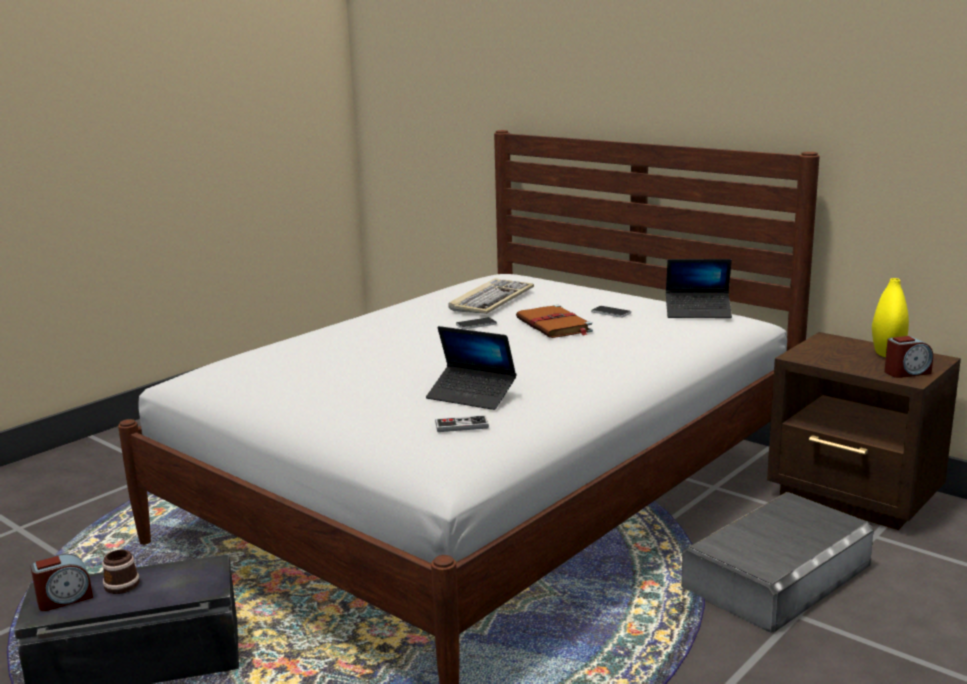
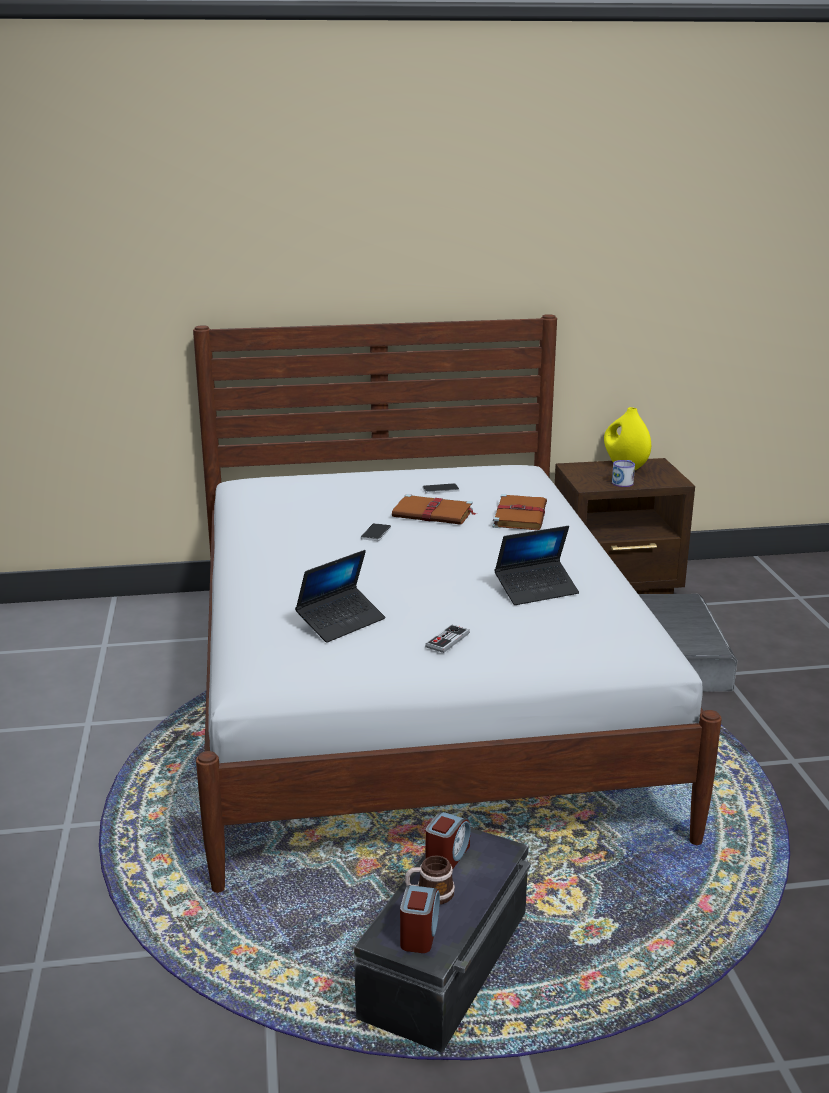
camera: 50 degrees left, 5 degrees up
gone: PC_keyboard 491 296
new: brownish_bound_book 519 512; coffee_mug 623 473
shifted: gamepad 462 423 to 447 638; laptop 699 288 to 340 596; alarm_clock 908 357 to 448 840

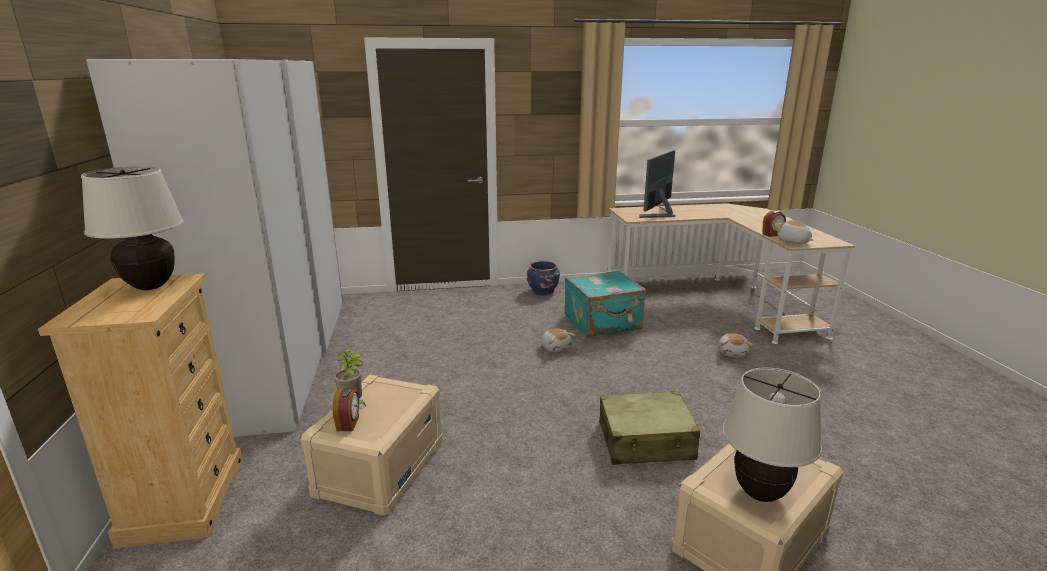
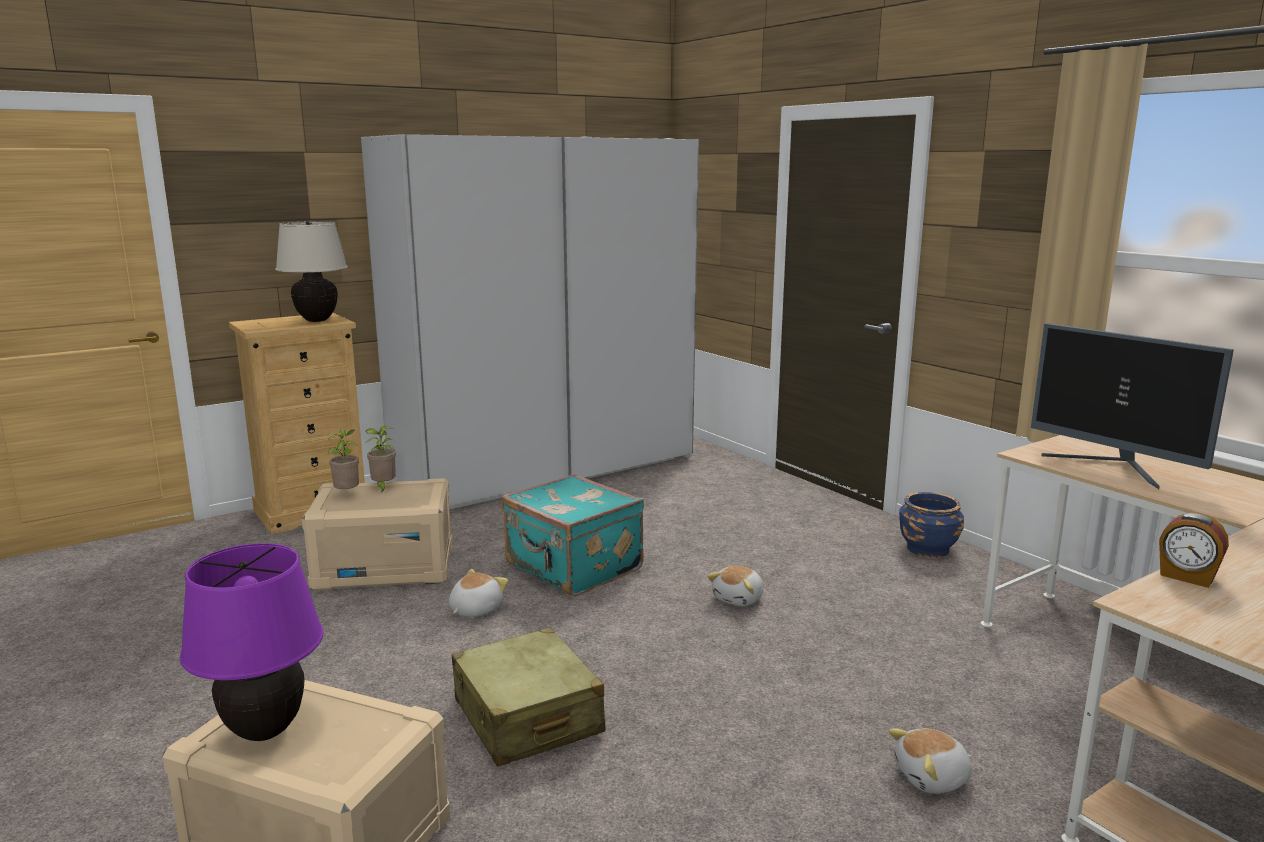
camera: 65 degrees right, 5 degrees down
shifted: turquoise-coloured_suitcase 605 303 to 572 535; soft_toy 794 232 to 478 593
swapped: alarm_clock 345 409 to houseplant 343 459
repainted: beige-coloured_table_lamp 772 435 to purple_table_lamp 251 642
rotated: computer_display 657 184 = 1132 406 135 degrees counterclockwise

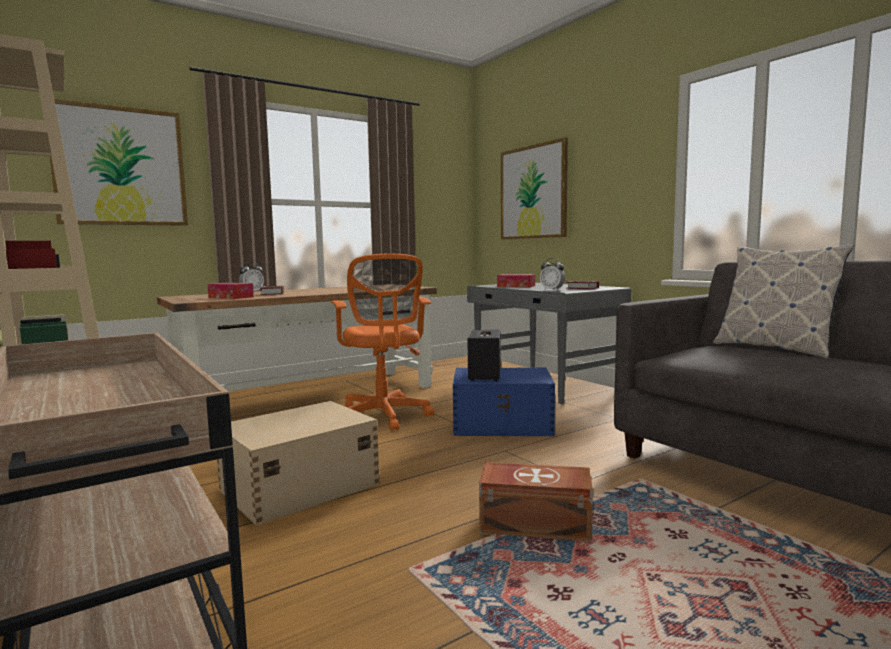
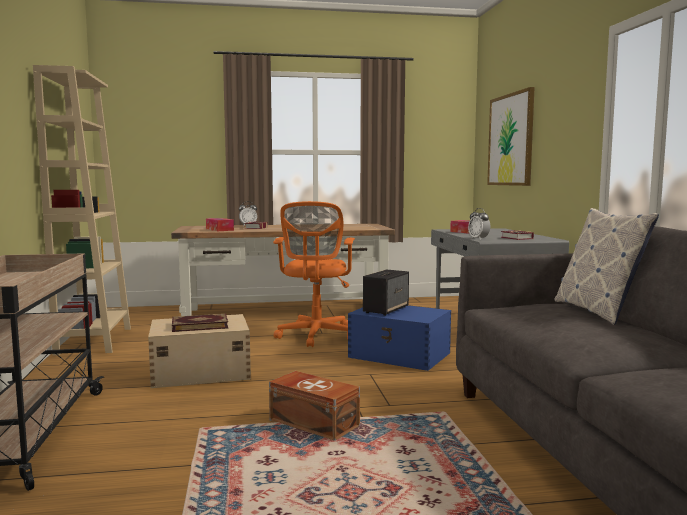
camera: 25 degrees right, 0 degrees up
gone: wall_picture 118 162
new: bound_book 200 323

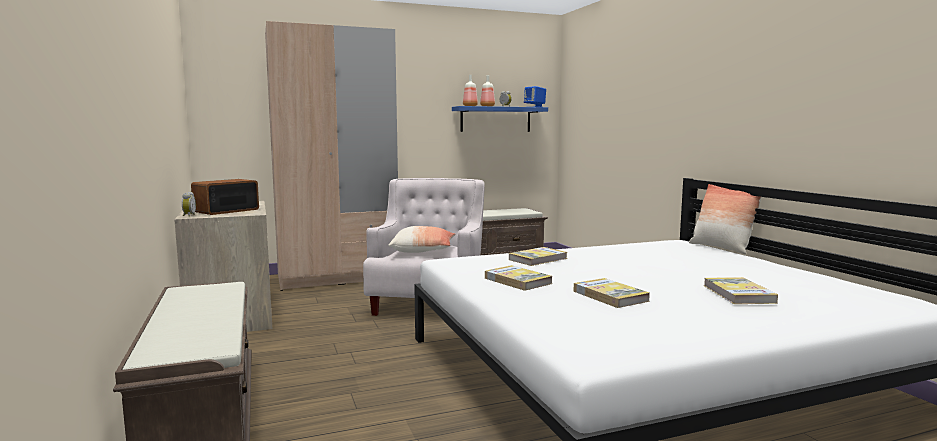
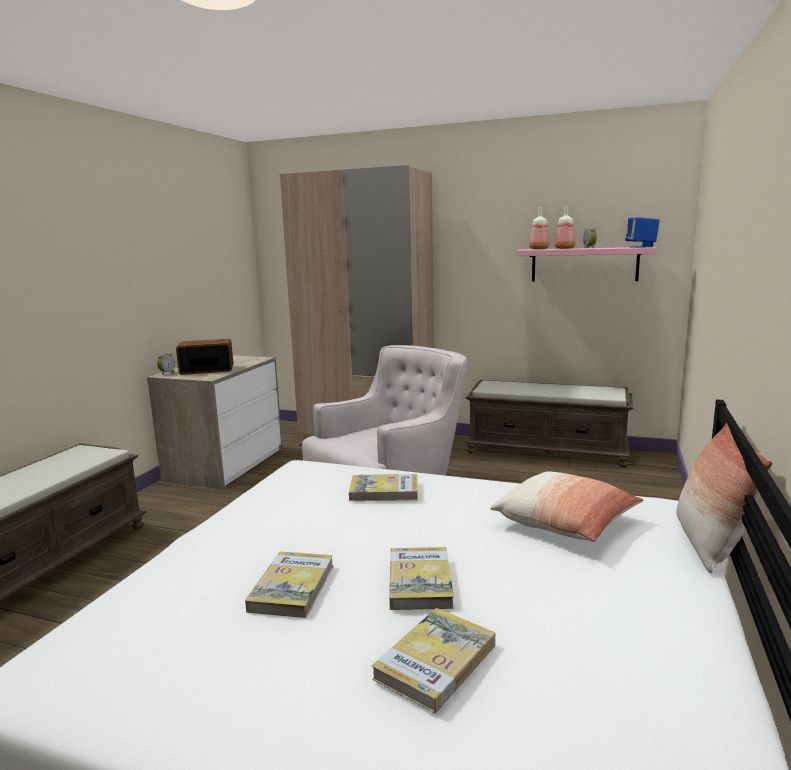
camera: 40 degrees right, 5 degrees up
shifted: cushion 422 239 to 567 506; bound_book 518 278 to 421 578
repainted: bluish_wall_shelf 500 119 to pink_wall_shelf 586 264

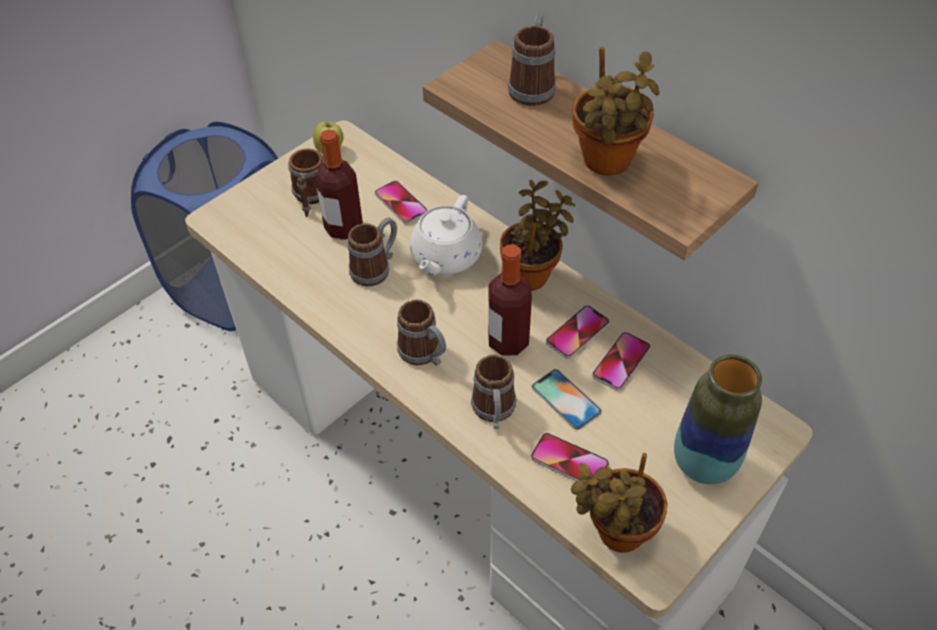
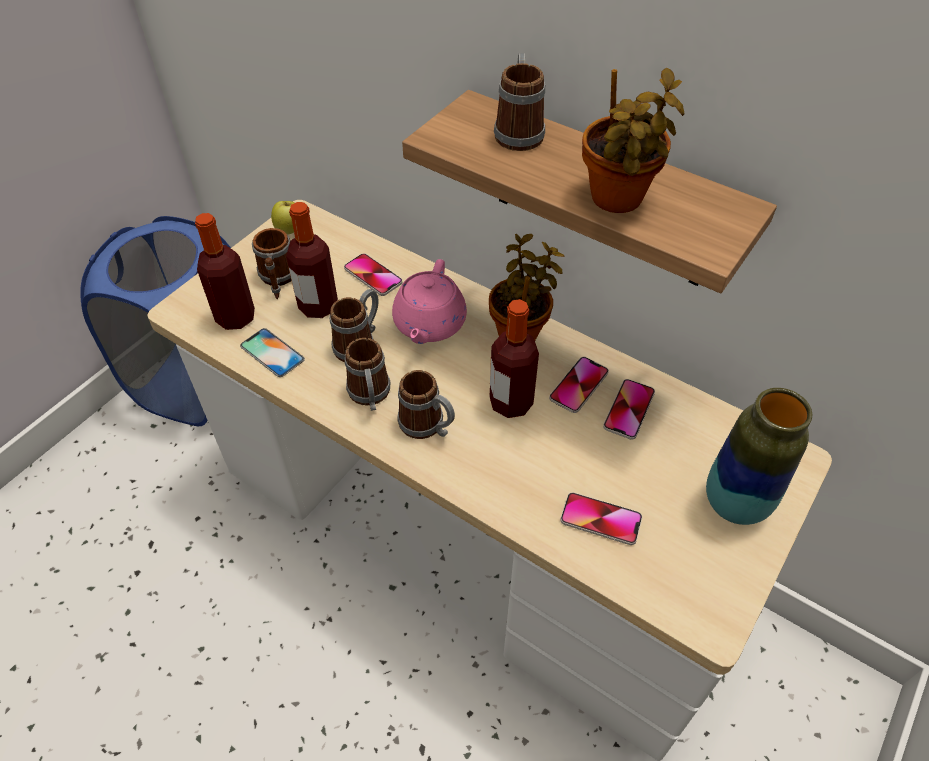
camera: 10 degrees left, 0 degrees up
gone: houseplant 619 503
new: drink_bottle 225 271
shifted: coffee_mug 493 391 to 367 374; handset 567 399 to 272 352
repainted: white-coloured_tea_pot 446 235 to pink_tea_pot 429 301

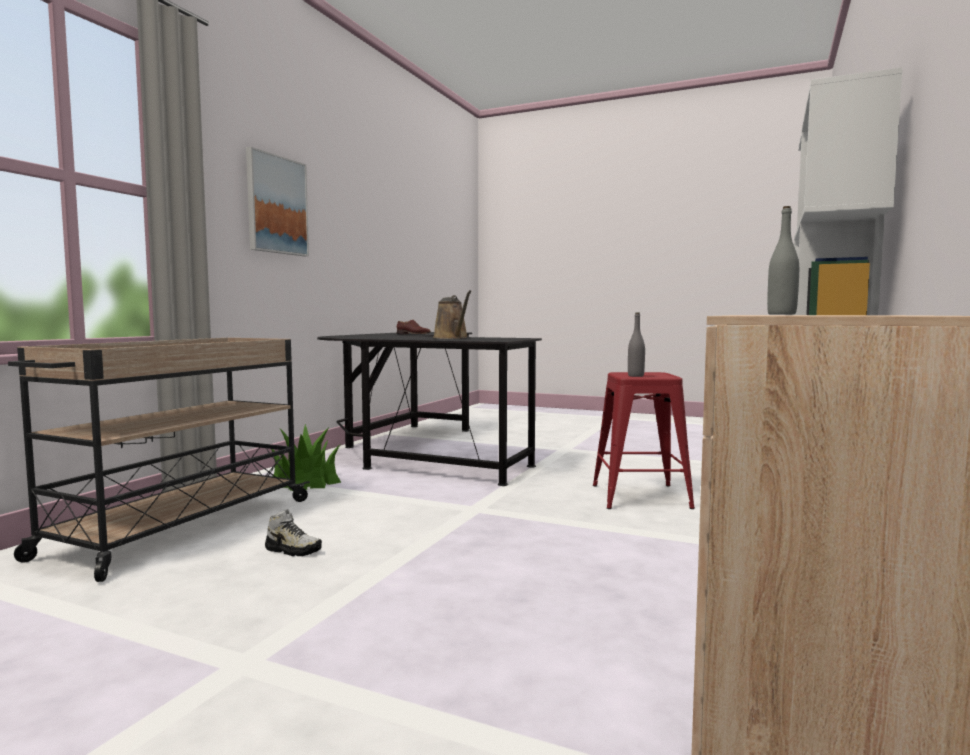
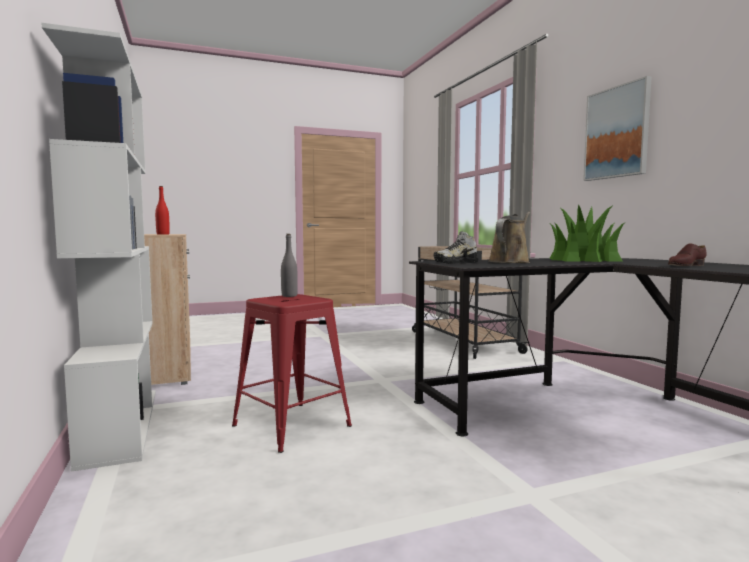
camera: 135 degrees right, 0 degrees up
shifted: item_of_footwear 293 532 to 456 247; houseplant 306 457 to 586 233
repainted: grey_drink_bottle 783 260 to red-coloured_drink_bottle 162 210
rotated: brownish_sprinkling_can 452 314 = 509 237 105 degrees clockwise

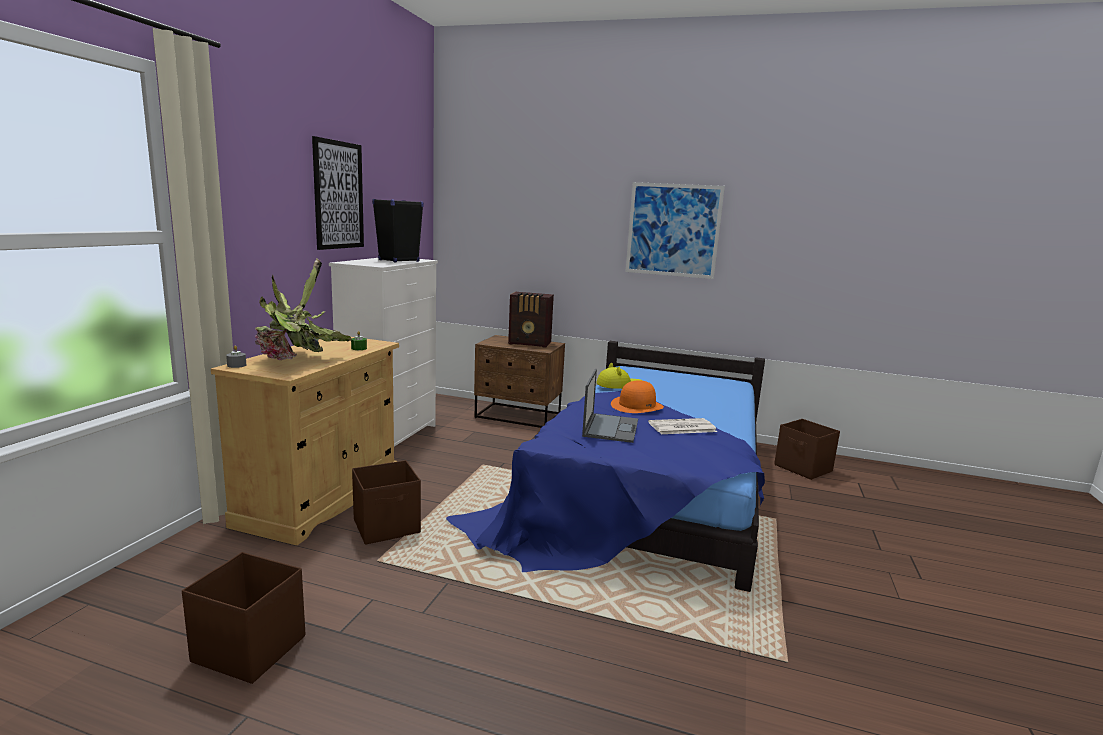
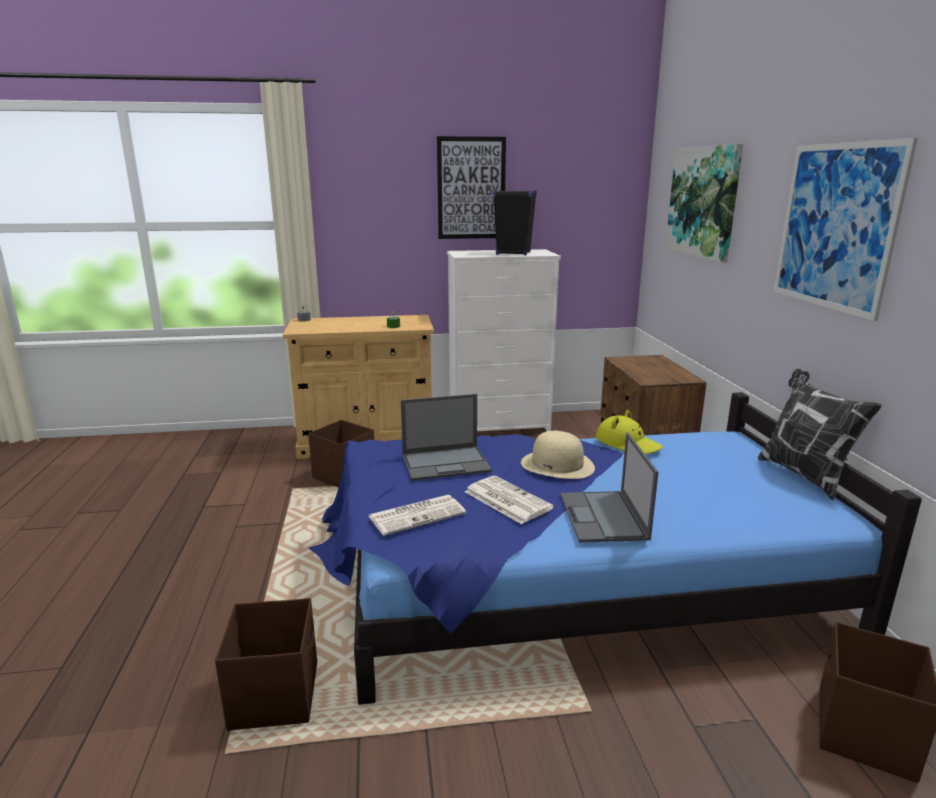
camera: 65 degrees right, 5 degrees up
gone: houseplant 303 309; radio_set 531 320
new: newspaper 417 515; laptop 609 487; wall_picture 704 203; cushion 820 434
shifted: brownish_storage_bin 243 618 to 266 664
repainted: orange_clothing_hat 637 397 to beige-coloured_clothing_hat 558 455

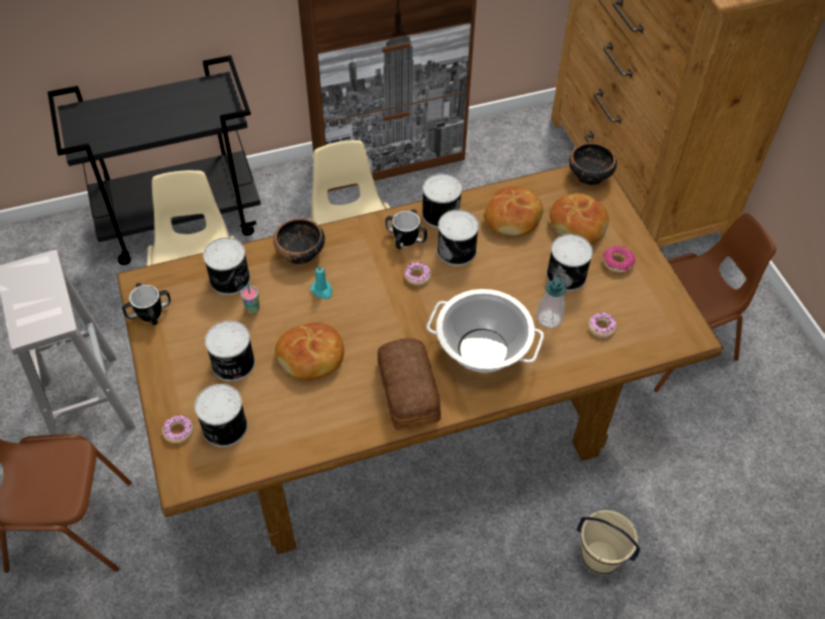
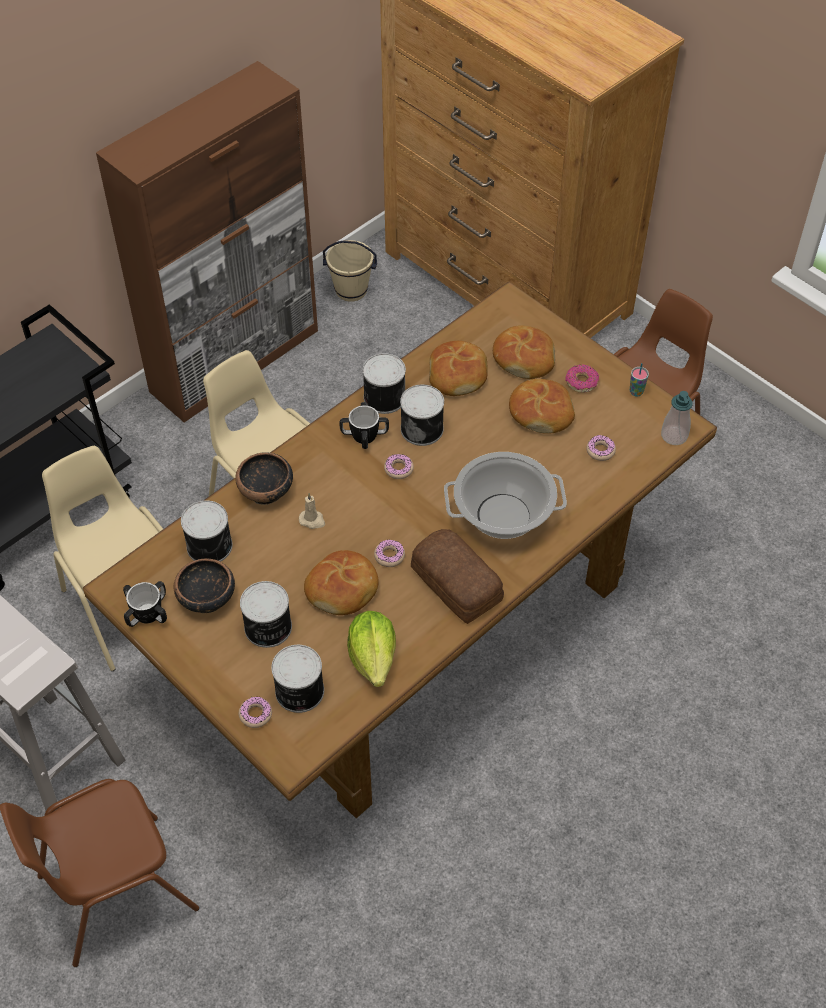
camera: 25 degrees left, 0 degrees up
new: lettuce_head 371 649; doughnut 389 553
shifted: small_cup 250 298 to 639 380; liquid_soap_bottle 551 302 to 677 418; deep_dish 593 164 to 204 585; beige-coloured_water_bucket 608 542 to 350 271
swapped: metal_can 569 262 to bakery_bread 542 406
repainted: turquoise-coloured_wax_candle 321 282 to beige-coloured_wax_candle 312 511

